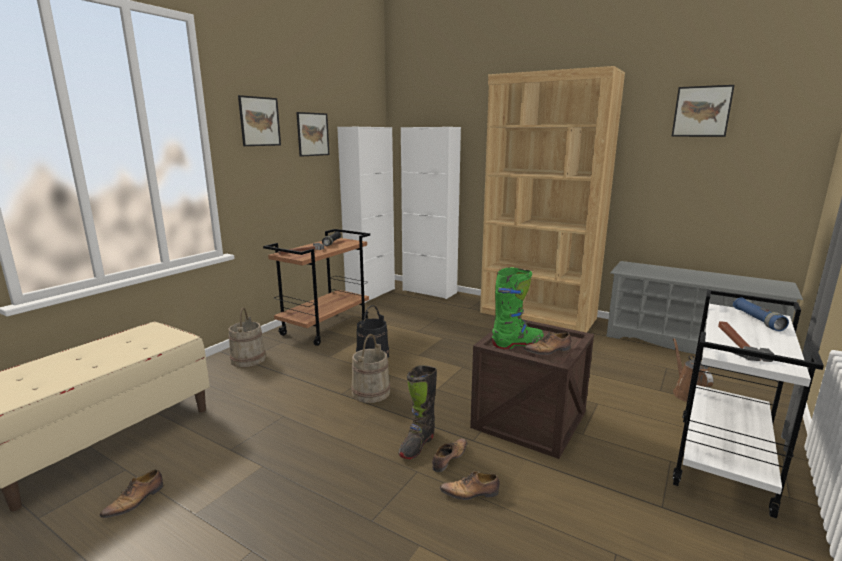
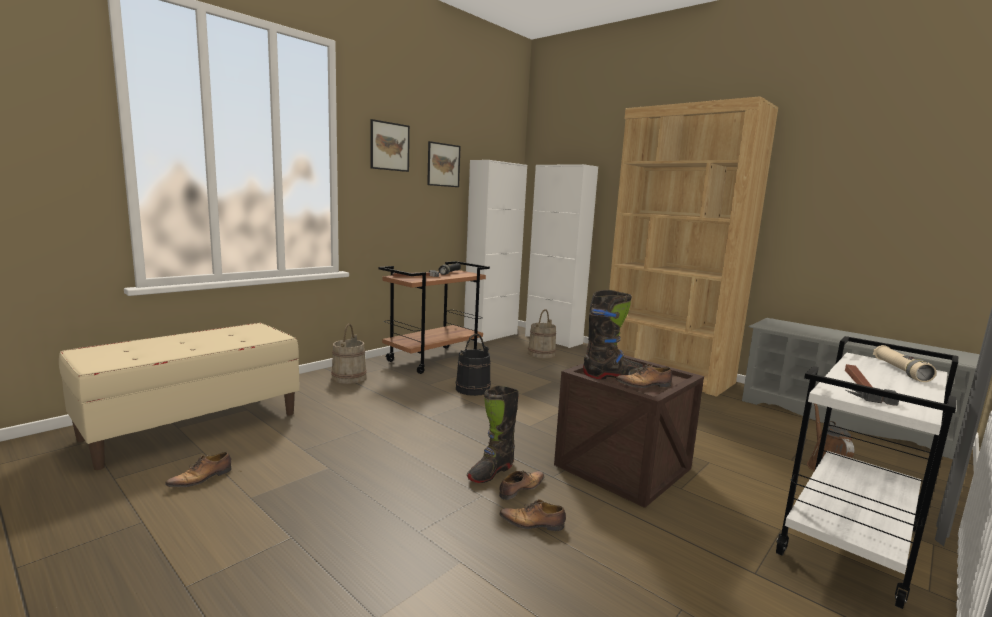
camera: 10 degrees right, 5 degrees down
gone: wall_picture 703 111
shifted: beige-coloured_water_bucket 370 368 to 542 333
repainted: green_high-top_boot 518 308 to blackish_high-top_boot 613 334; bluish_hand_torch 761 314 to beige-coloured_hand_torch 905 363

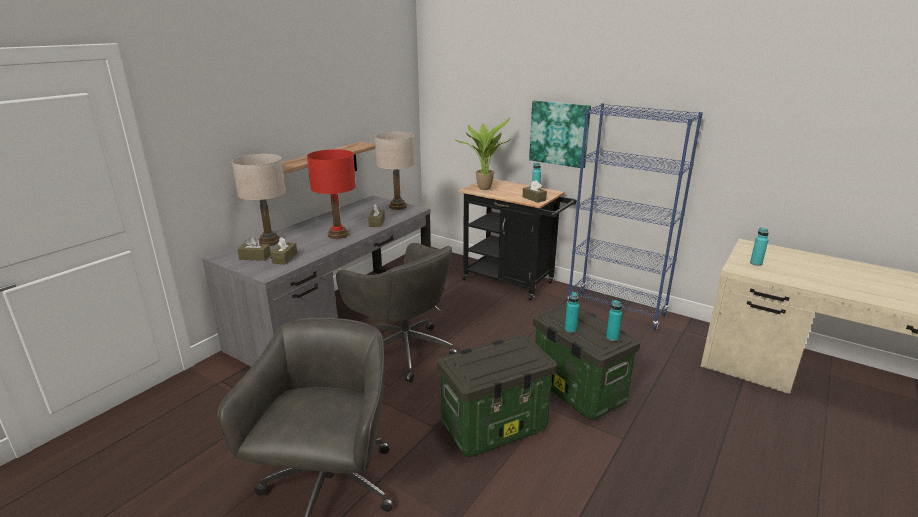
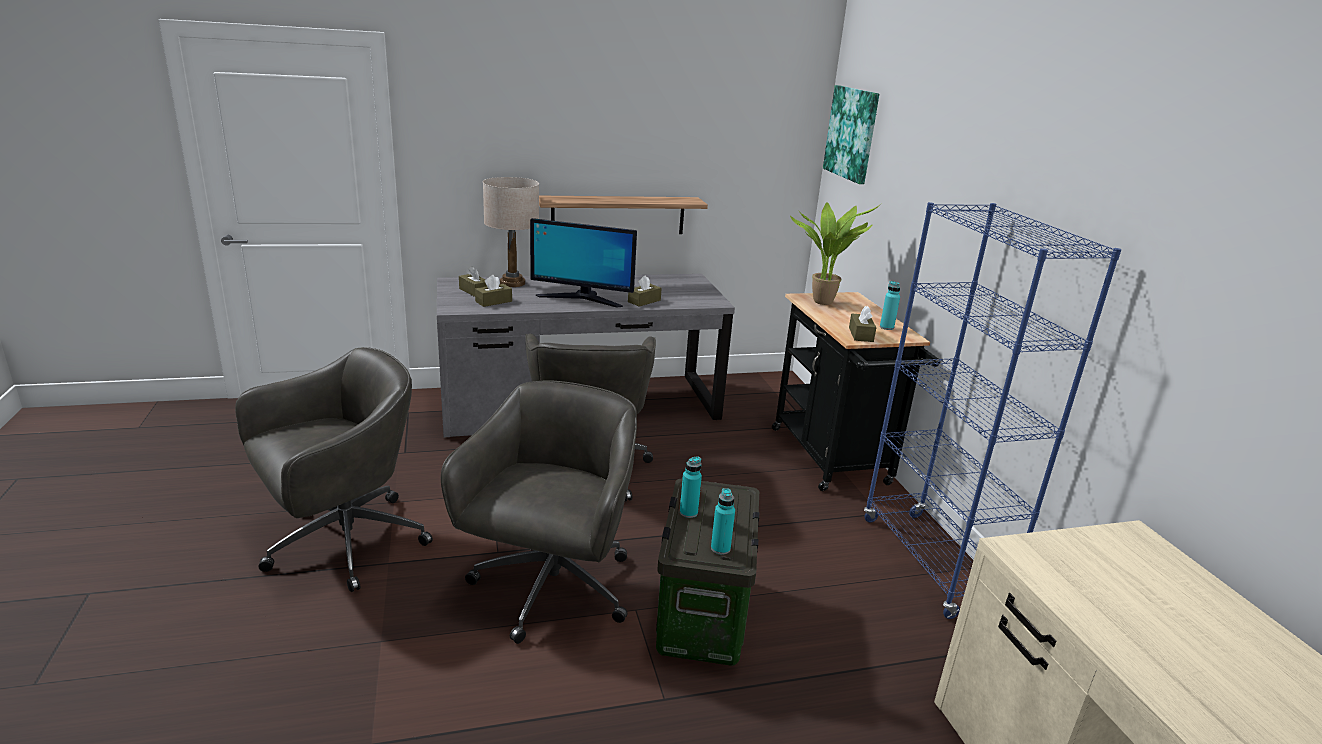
camera: 40 degrees right, 0 degrees up
gone: beige-coloured_table_lamp 394 171; turquoise-coloured_drink_bottle 759 246
shifted: wall_picture 560 134 to 851 134
swapped: red-coloured_table_lamp 331 194 to computer_display 583 263; storage_bin 497 396 to grey_office_chair 539 512

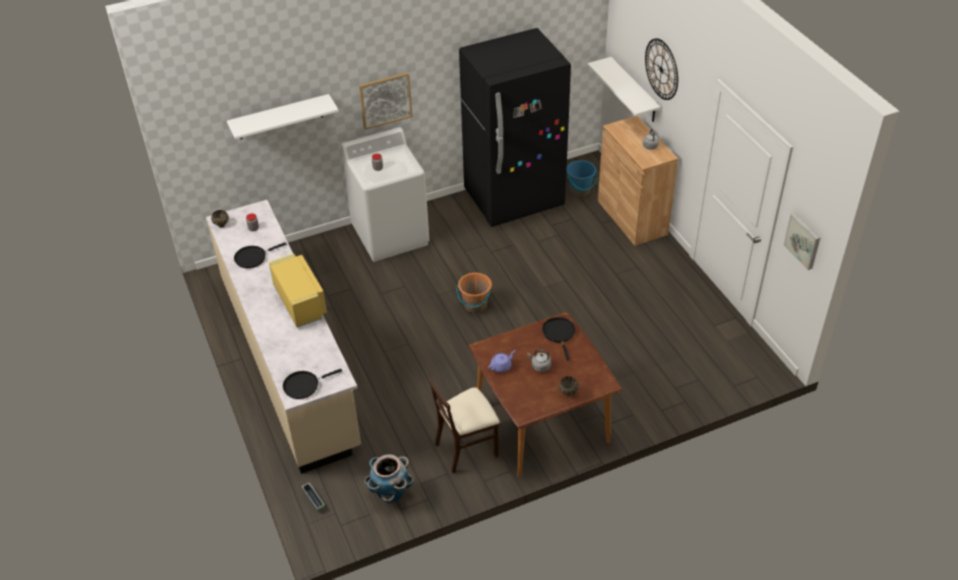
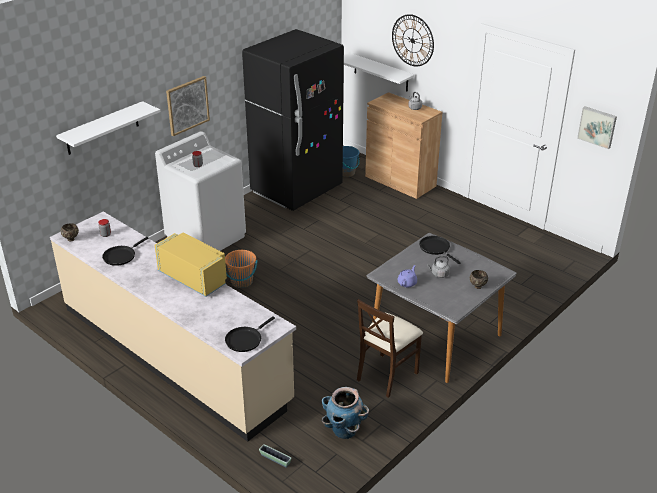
camera: 25 degrees left, 10 degrees down
shifted: orange_water_bucket 474 293 to 241 269
repainted: brownish_dining_table 545 394 to grey_dining_table 442 308

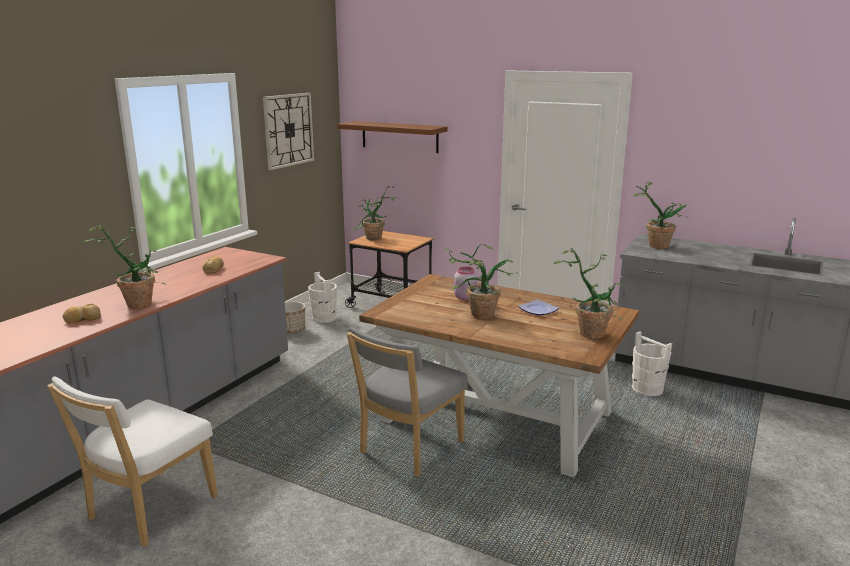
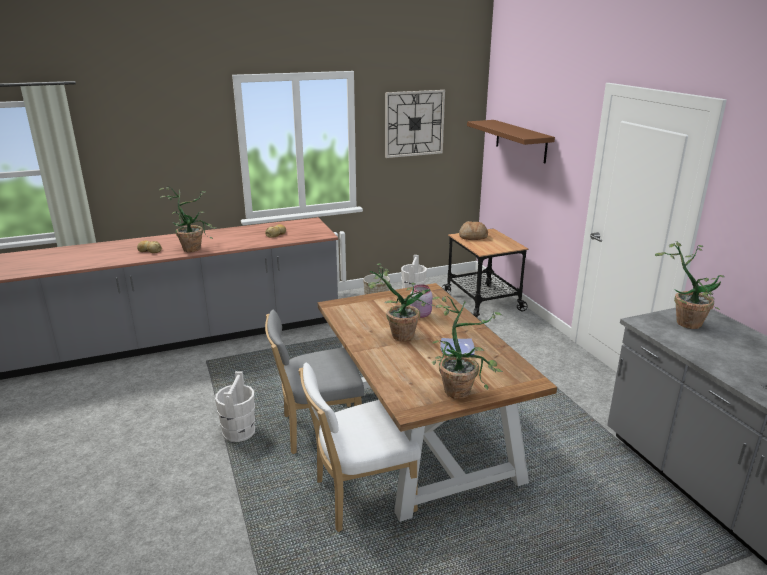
camera: 40 degrees right, 5 degrees up
shifted: white-coloured_upright_chair 132 462 to 360 447; white-coloured_water_bucket 652 364 to 235 406
swapped: houseplant 375 213 to bakery_bread 473 230

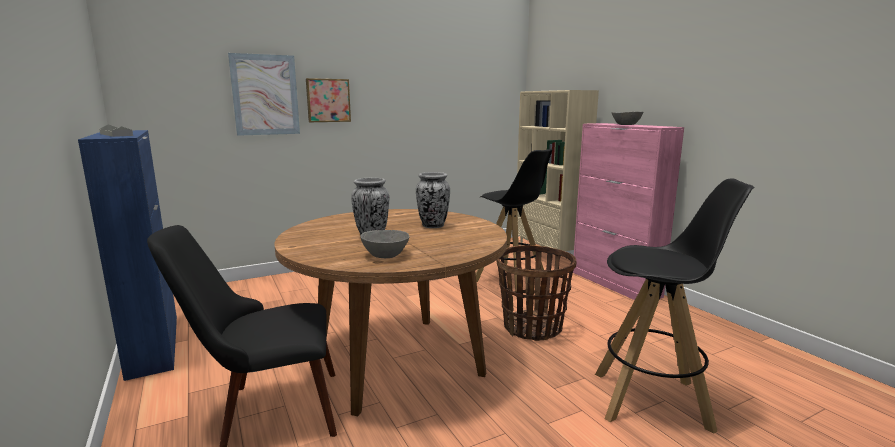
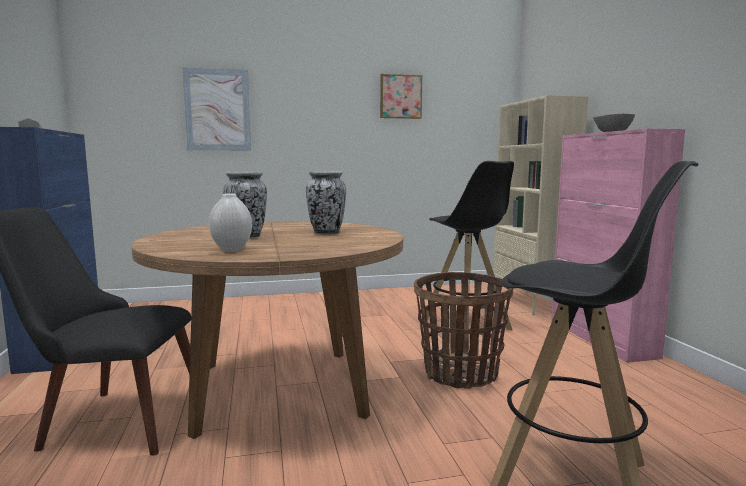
camera: 15 degrees right, 5 degrees down
shifted: wall_picture 328 100 to 401 96
swapped: grey_deep_dish 385 244 to white-coloured_decorative_vase 230 222

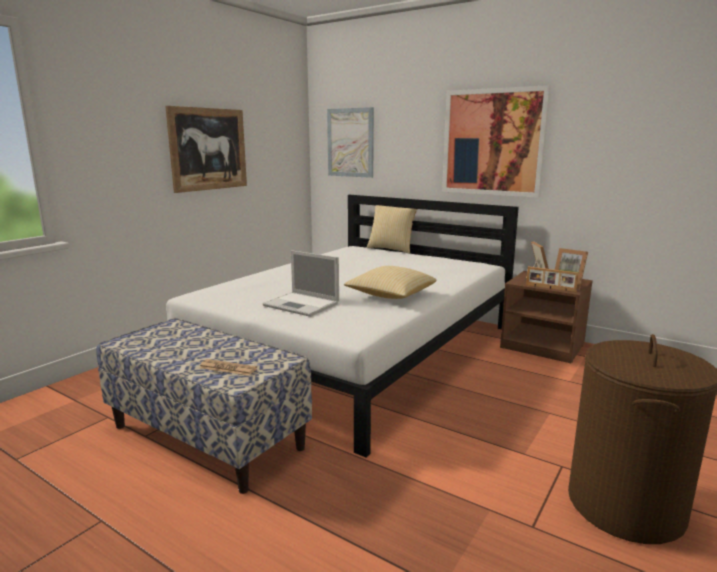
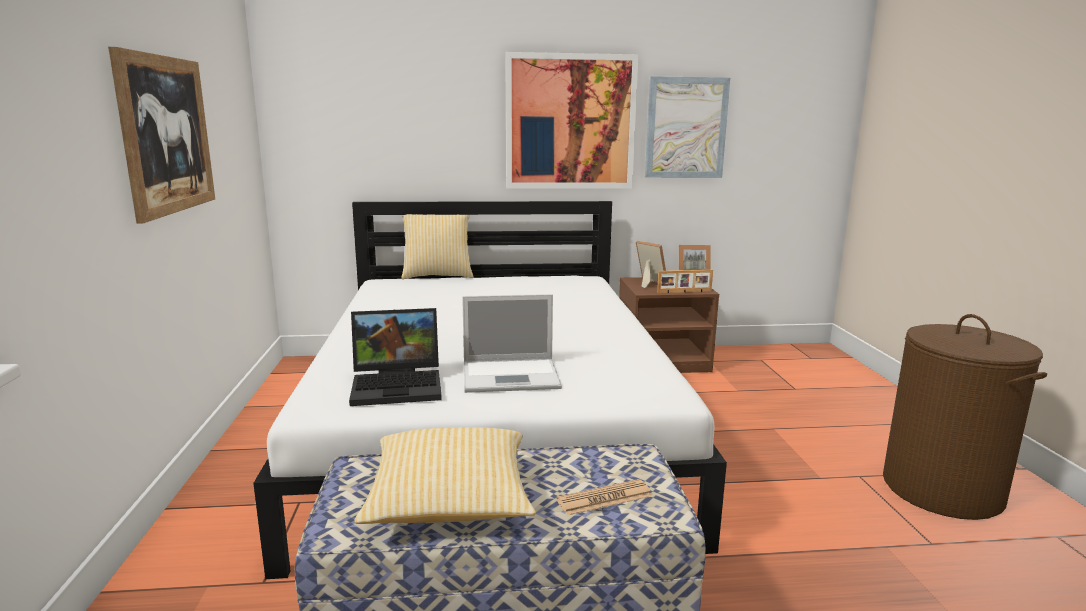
camera: 40 degrees left, 0 degrees up
new: laptop 395 357
shifted: wall_picture 350 142 to 687 127; cushion 390 282 to 445 475

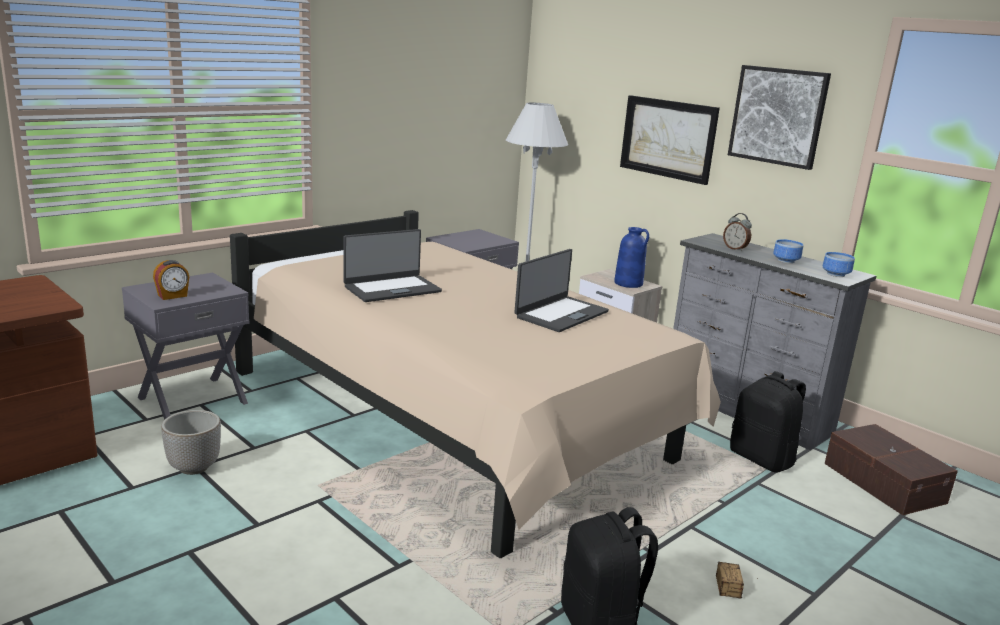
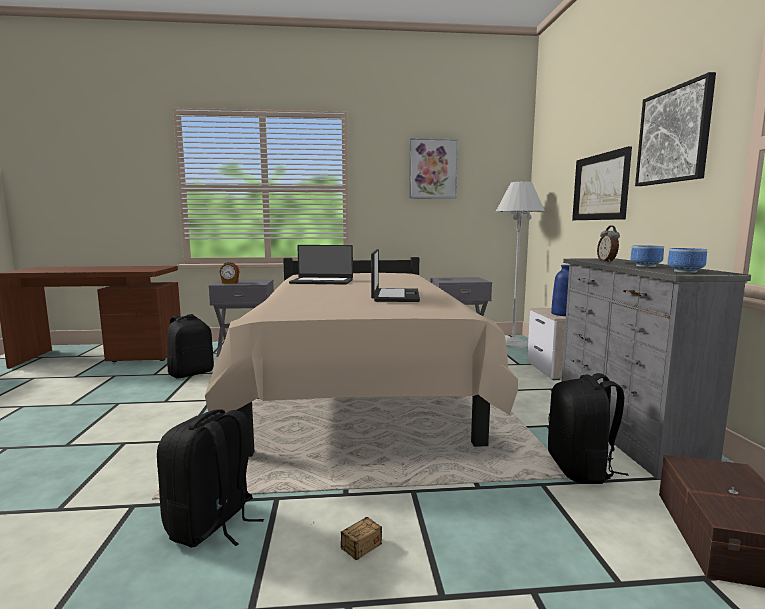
camera: 40 degrees right, 10 degrees down
new: wall_picture 433 168
swapped: planter 191 442 to blackish_knapsack 190 346
rotated: laptop 561 290 = 395 275 75 degrees counterclockwise

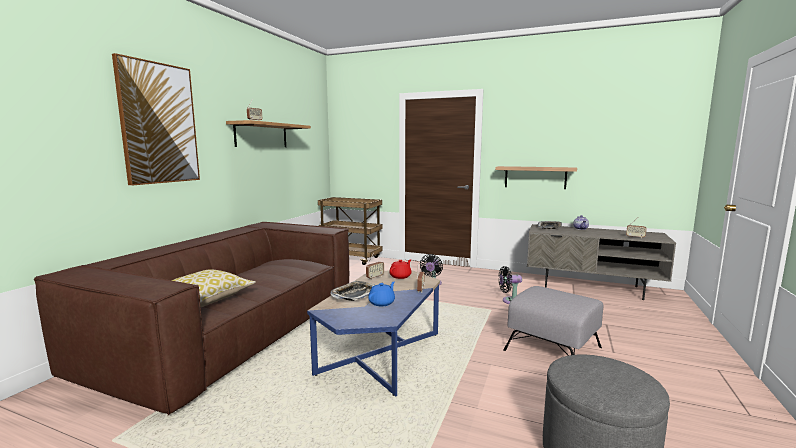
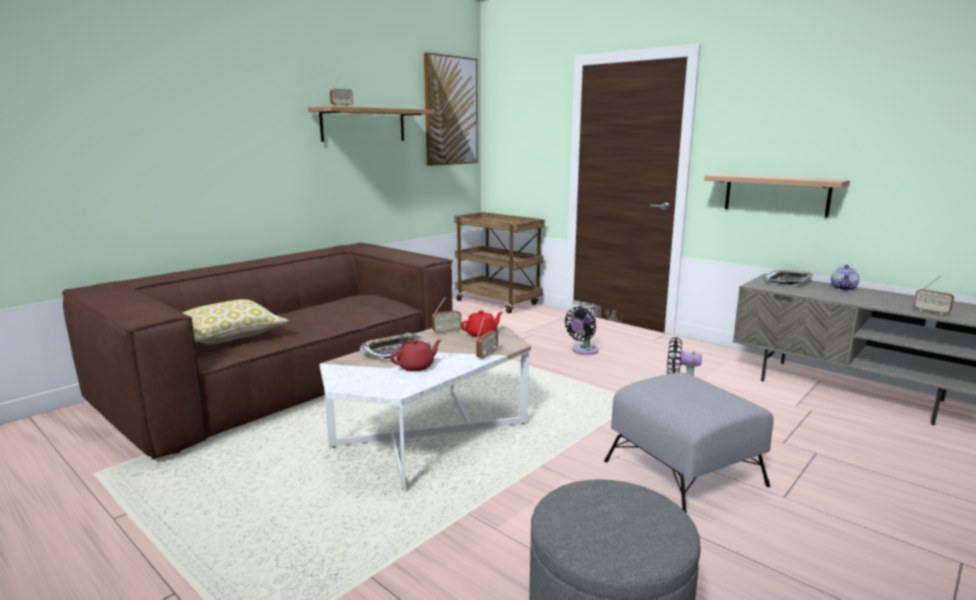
camera: 20 degrees right, 5 degrees up
shifted: wall_picture 156 119 to 451 109
repainted: bluish_low_table 373 333 to white-coloured_low_table 425 407; bluish_tea_pot 381 293 to red-coloured_tea_pot 416 355

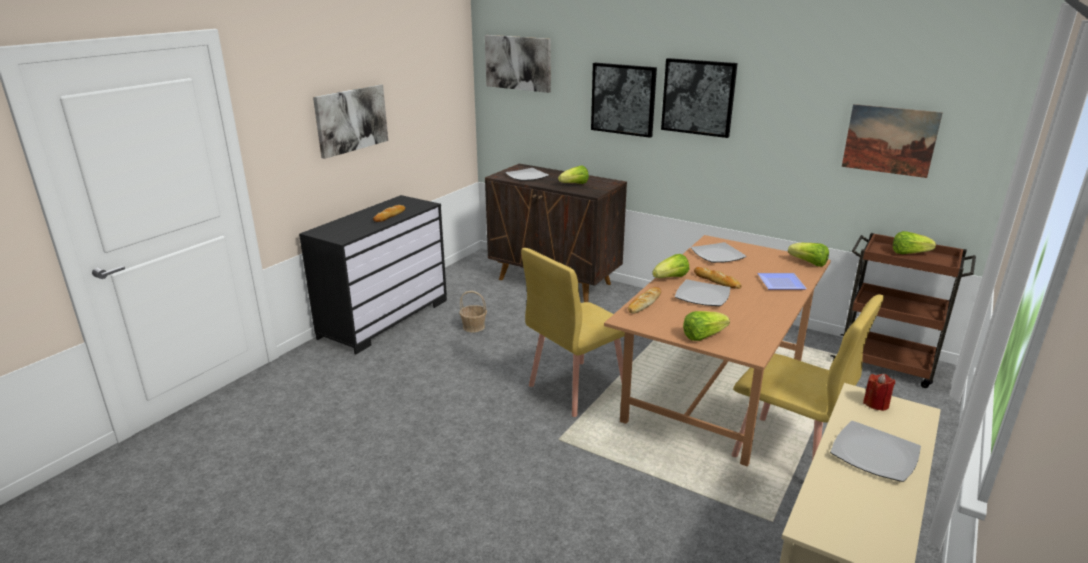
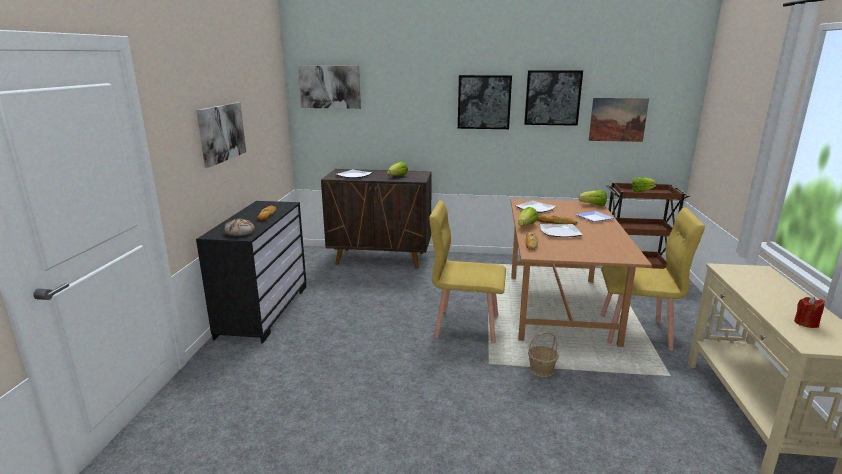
camera: 25 degrees left, 5 degrees down
gone: lettuce_head 706 326; dinner_plate 875 451
new: bakery_bread 239 227
shifted: basket 473 311 to 543 354; wall_picture 624 100 to 553 98; red-coloured_wax_candle 879 392 to 809 312
rotated: yellowish_upright_chair 573 332 = 467 271 75 degrees clockwise

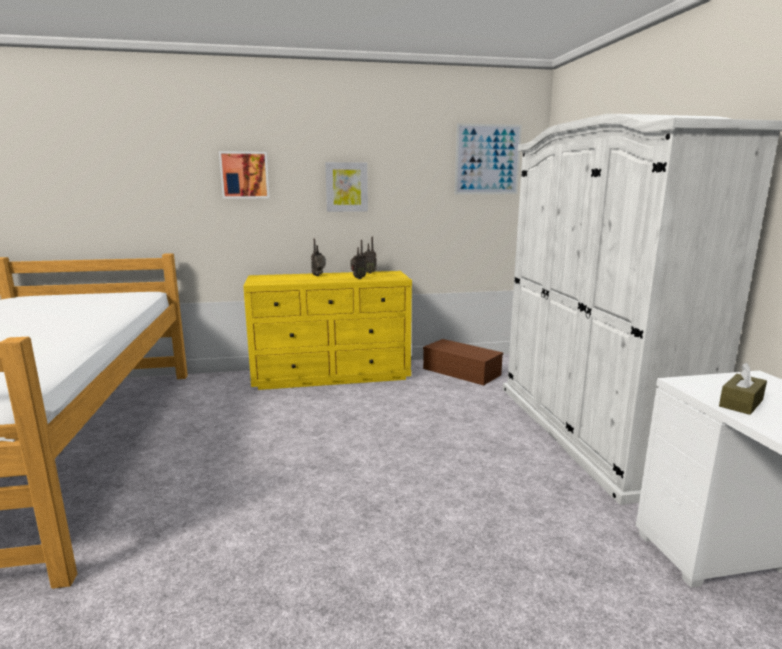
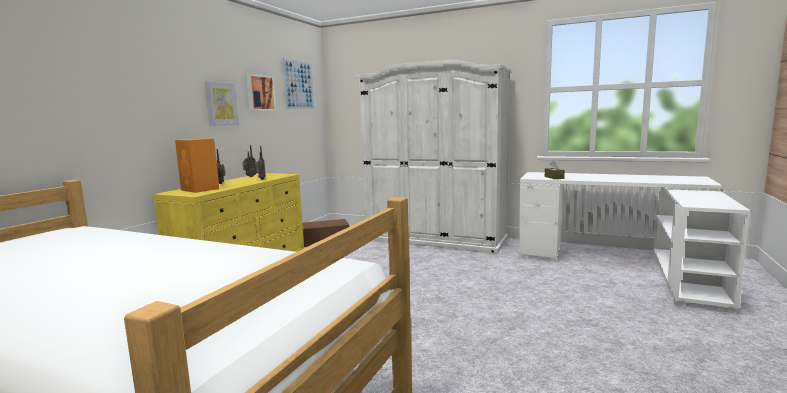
camera: 55 degrees left, 5 degrees down
new: orange_speaker 197 165
shifted: wall_picture 244 175 to 261 92

